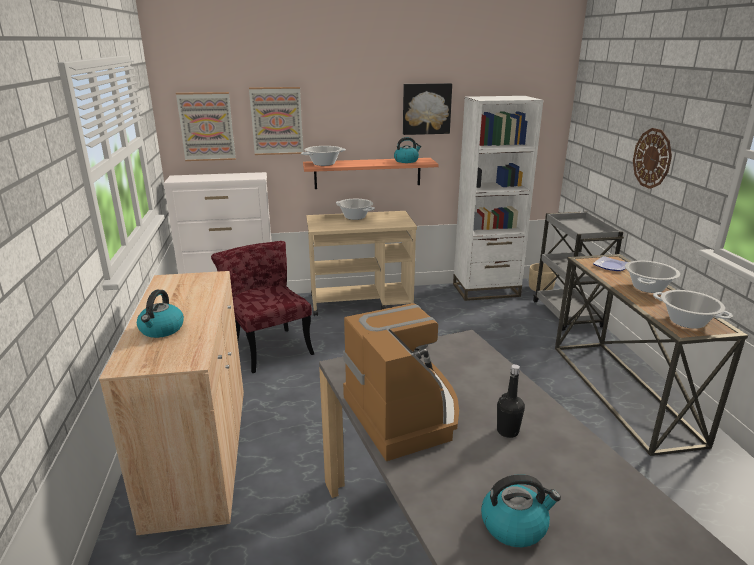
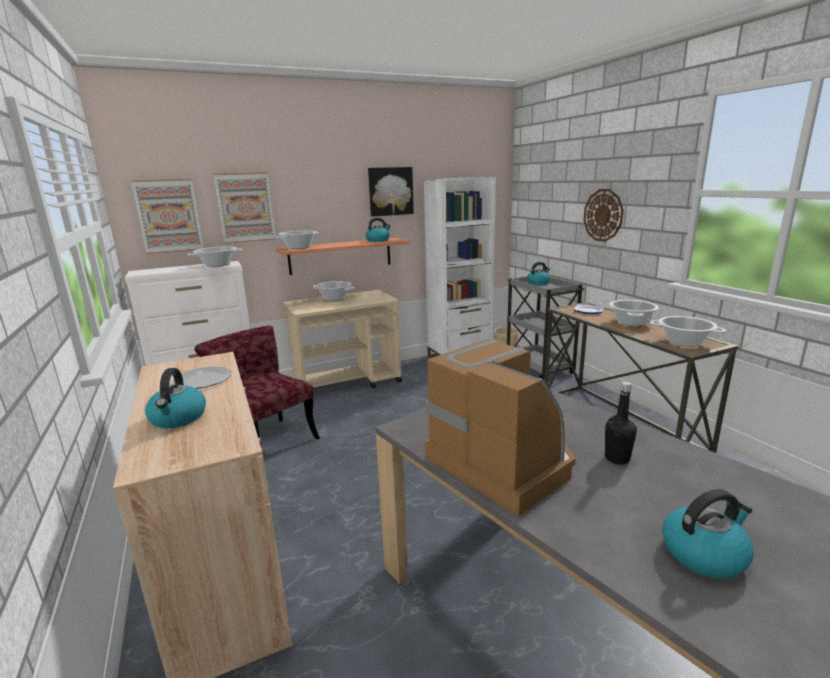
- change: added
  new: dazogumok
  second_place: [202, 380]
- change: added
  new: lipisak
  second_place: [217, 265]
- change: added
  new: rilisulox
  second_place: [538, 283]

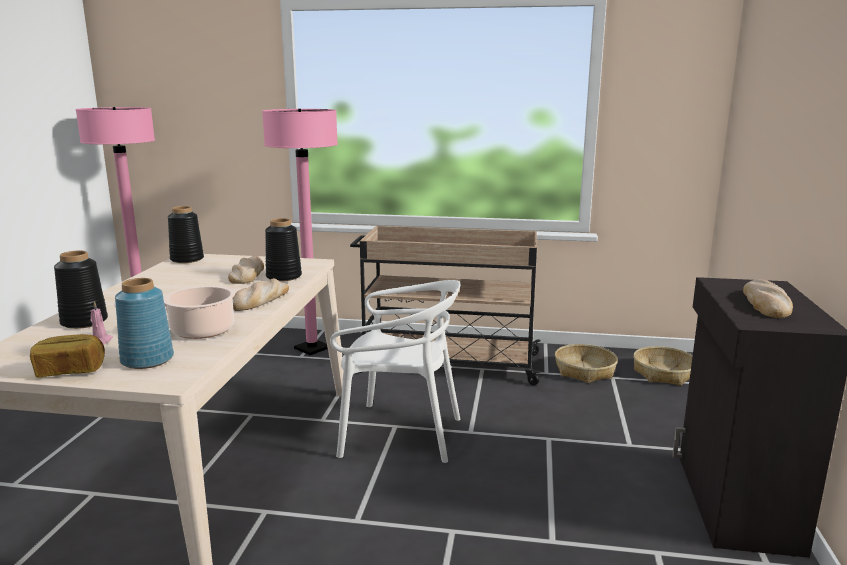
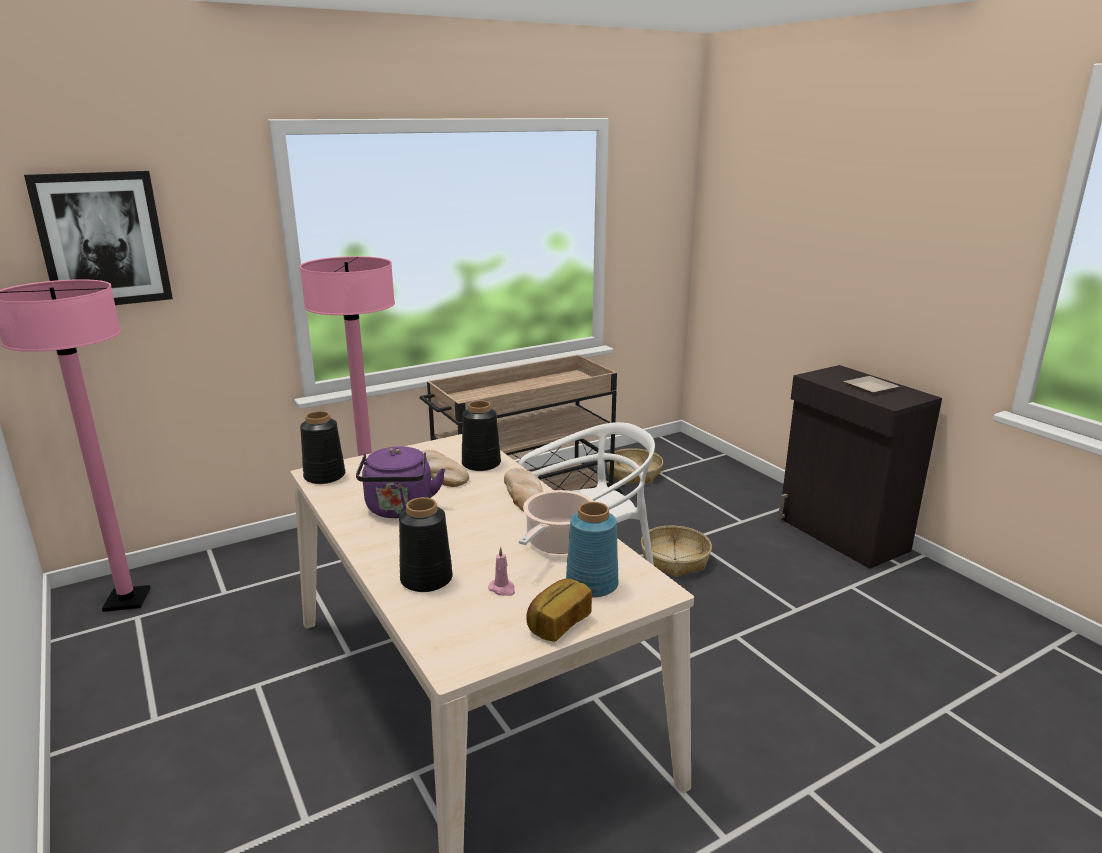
- change: added
  new: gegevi
  second_place: [102, 240]
- change: added
  new: purple rilisulox
  second_place: [399, 510]
- change: moved
  old: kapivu
  first_place: [664, 374]
  second_place: [675, 559]
- change: replaced
  old: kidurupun
  new: dazogumok
  first_place: [767, 304]
  second_place: [868, 387]

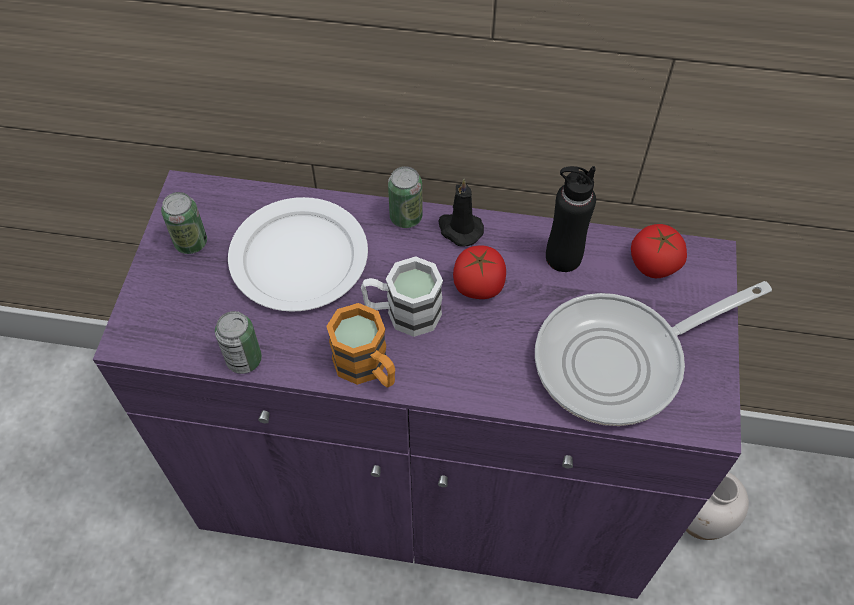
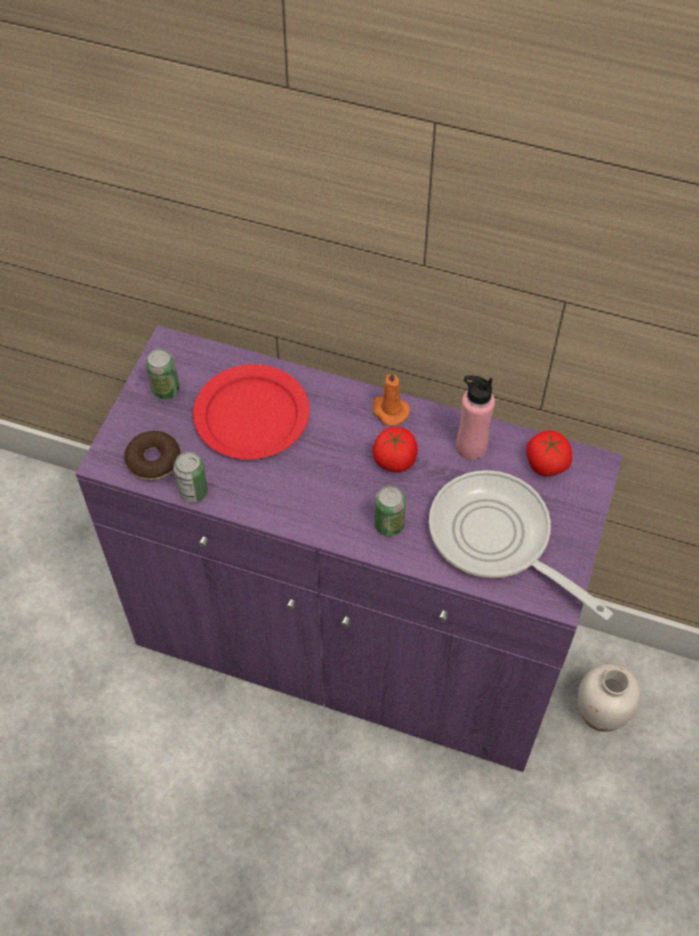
- change: removed
  old: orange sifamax
  first_place: [367, 368]
- change: removed
  old: white sifamax
  first_place: [402, 313]
- change: added
  new: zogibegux
  second_place: [154, 461]
- change: moved
  old: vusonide
  first_place: [406, 217]
  second_place: [389, 525]
- change: recoloured
  old: white dazogumok
  new: red dazogumok
  first_place: [299, 259]
  second_place: [251, 416]
- change: recoloured
  old: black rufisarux
  new: orange rufisarux
  first_place: [459, 229]
  second_place: [389, 410]
- change: recoloured
  old: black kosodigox
  new: pink kosodigox
  first_place: [563, 257]
  second_place: [471, 447]
- change: turned
  old: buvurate
  first_place: [620, 361]
  second_place: [497, 539]
  degrees: 60

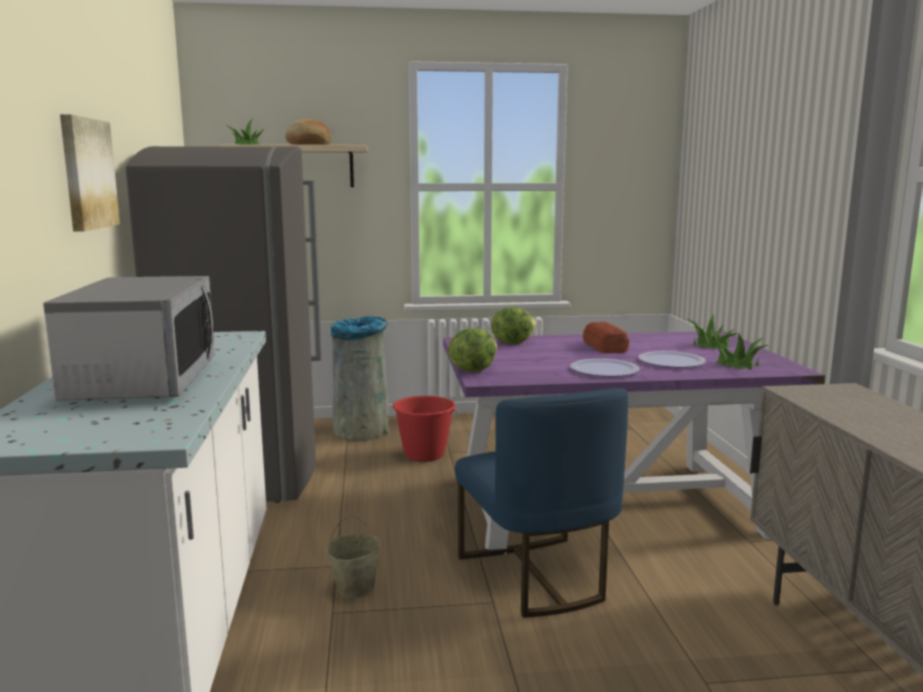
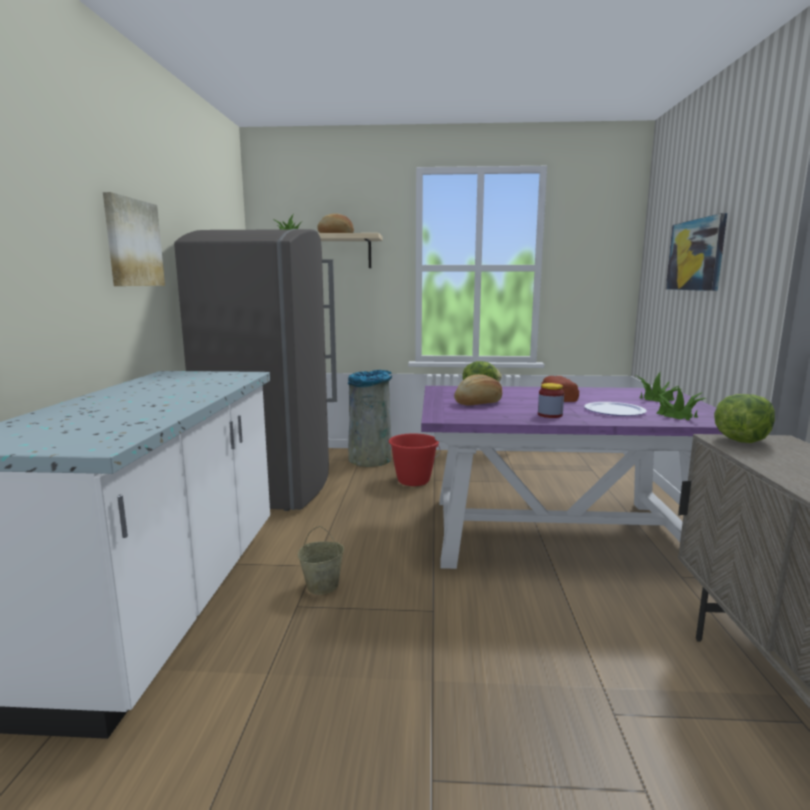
- change: removed
  old: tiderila
  first_place: [143, 381]
- change: removed
  old: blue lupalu
  first_place: [536, 577]
- change: added
  new: kidurupun
  second_place: [479, 403]
- change: added
  new: gegevi
  second_place: [696, 255]
- change: moved
  old: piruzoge
  first_place: [472, 370]
  second_place: [740, 440]
- change: replaced
  old: dazogumok
  new: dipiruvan
  first_place: [604, 370]
  second_place: [550, 415]

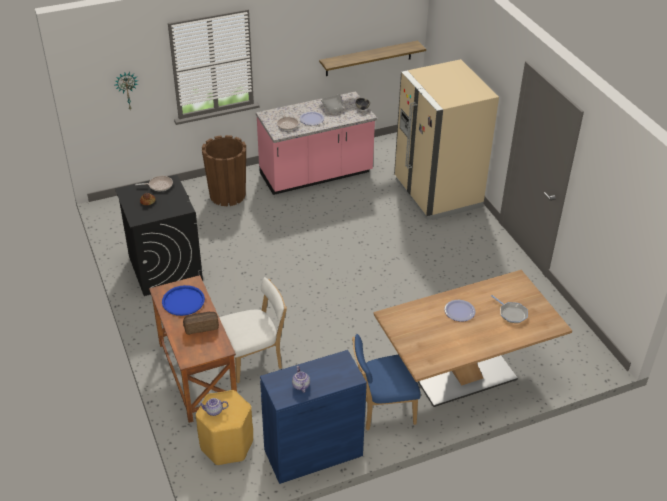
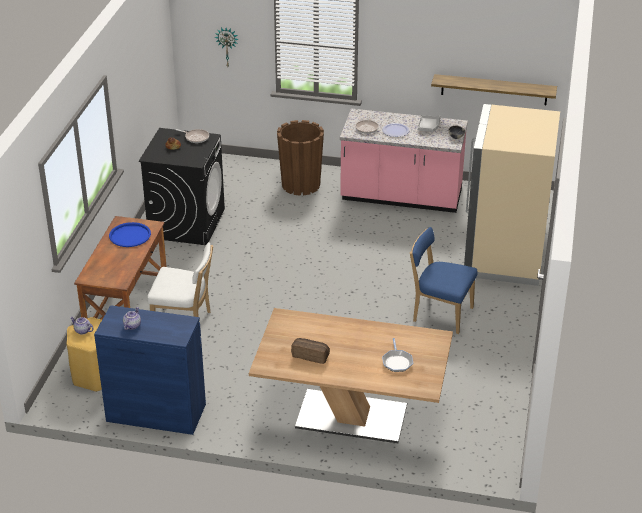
- change: removed
  old: dazogumok
  first_place: [459, 311]
- change: moved
  old: kidurupun
  first_place: [201, 326]
  second_place: [311, 355]
- change: moved
  old: blue lupalu
  first_place: [382, 409]
  second_place: [440, 314]

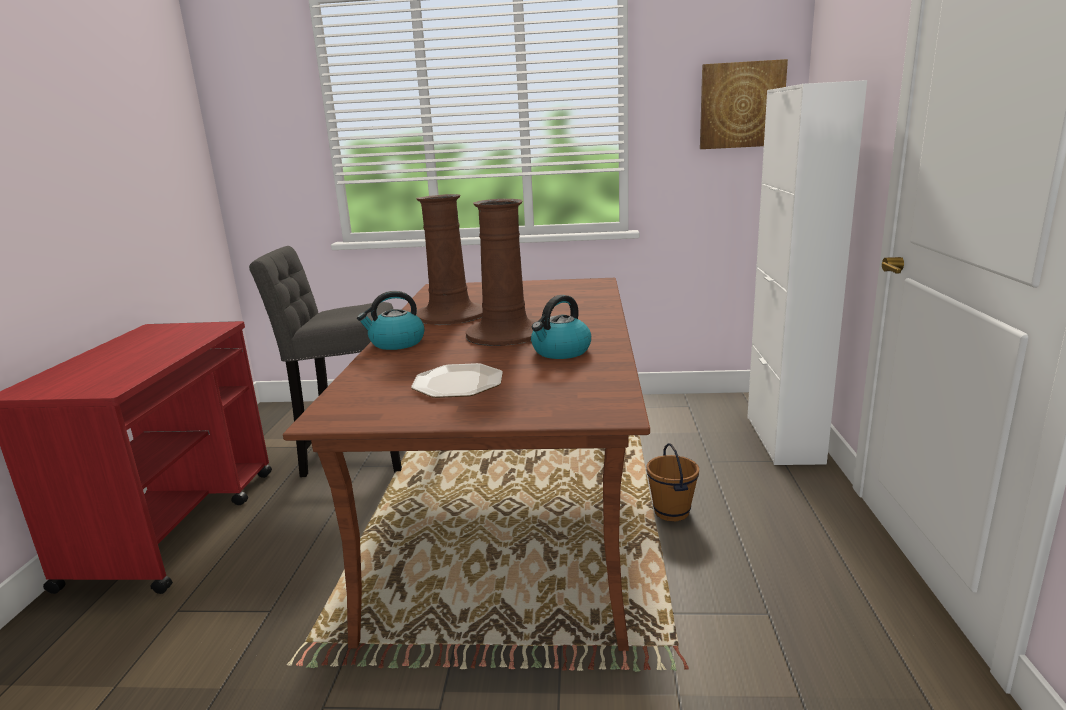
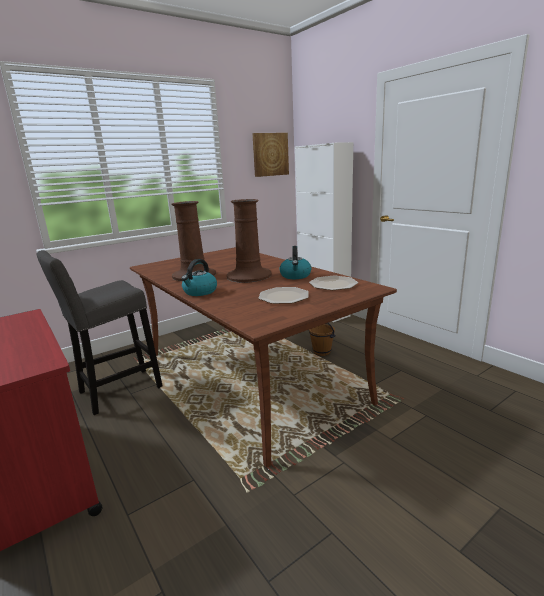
- change: added
  new: dazogumok
  second_place: [332, 284]

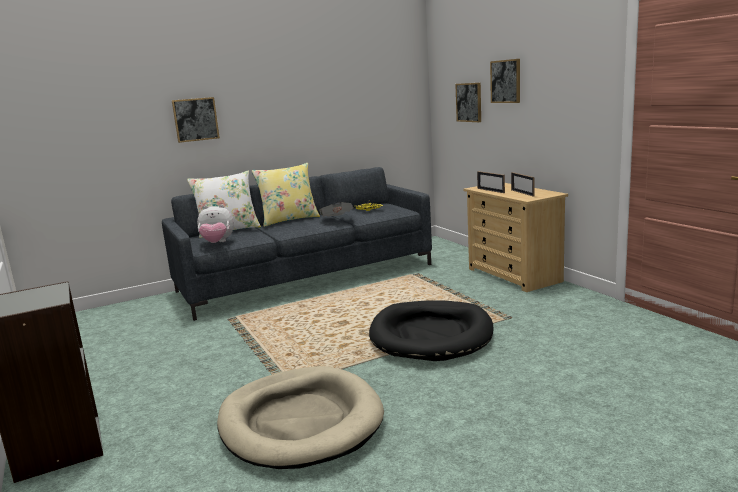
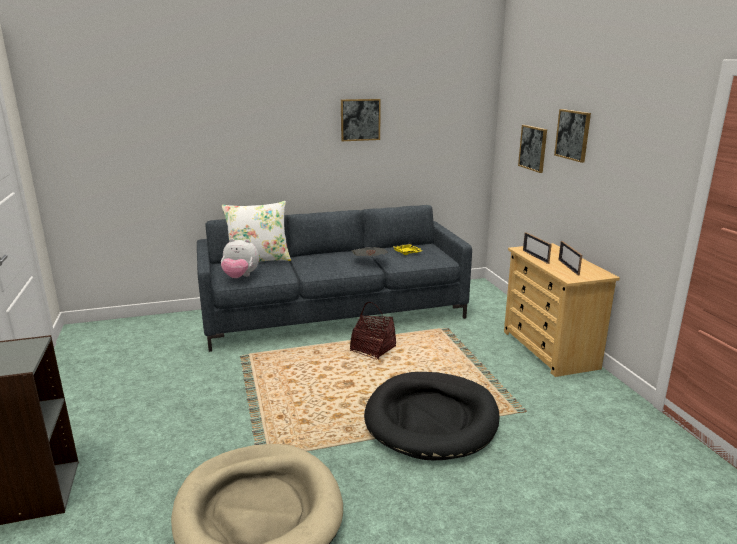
- change: removed
  old: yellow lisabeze
  first_place: [289, 220]
- change: added
  new: kapivu
  second_place: [373, 349]
- change: moved
  old: gegevi
  first_place: [195, 119]
  second_place: [360, 119]

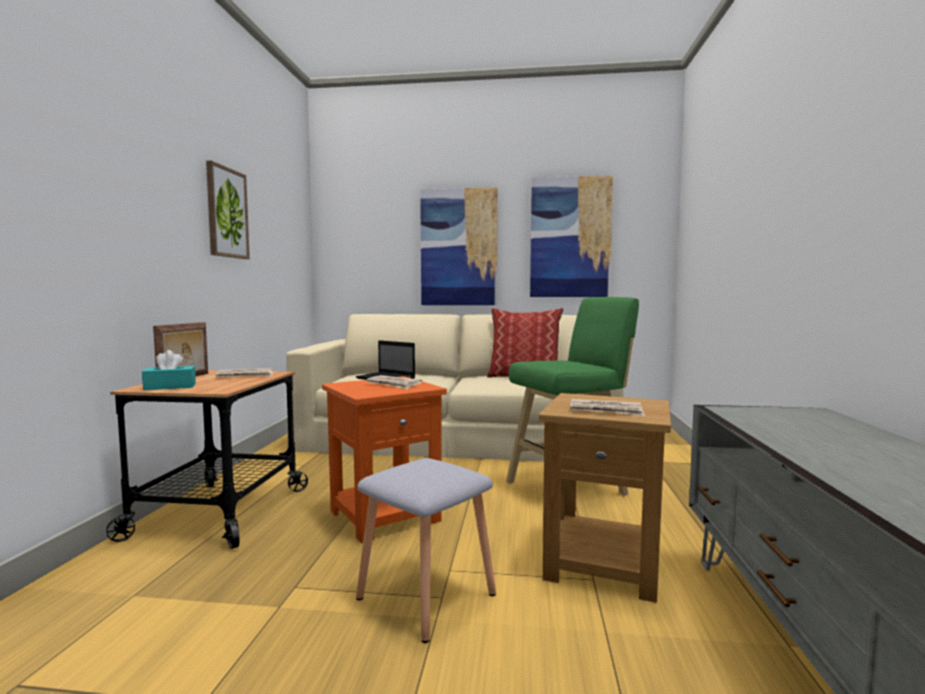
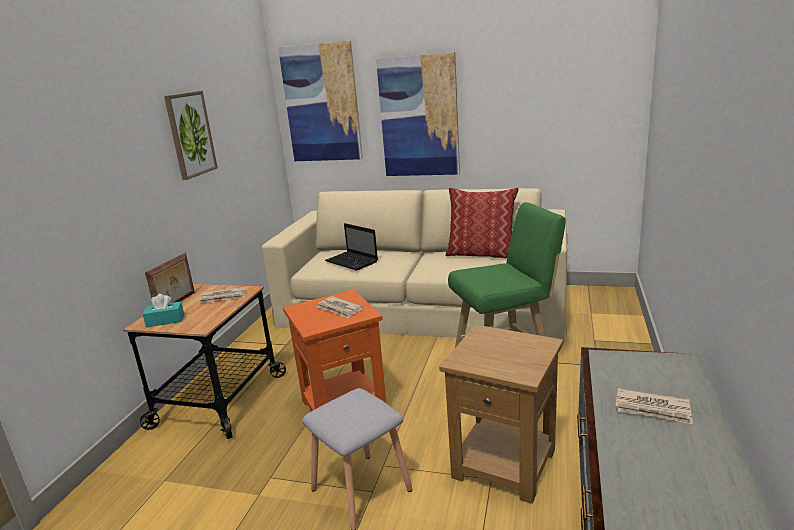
- change: moved
  old: gegevi
  first_place: [570, 237]
  second_place: [322, 103]
- change: moved
  old: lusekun
  first_place: [606, 411]
  second_place: [653, 409]

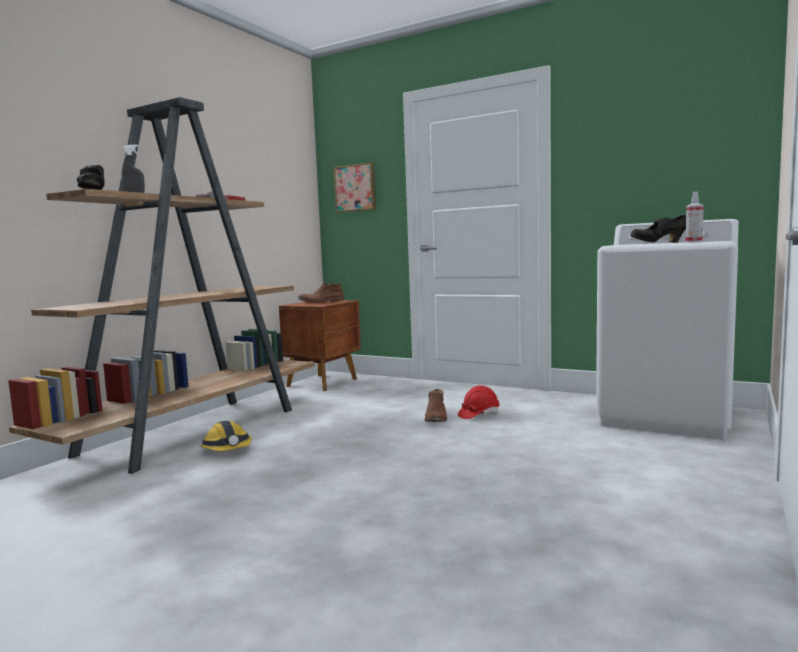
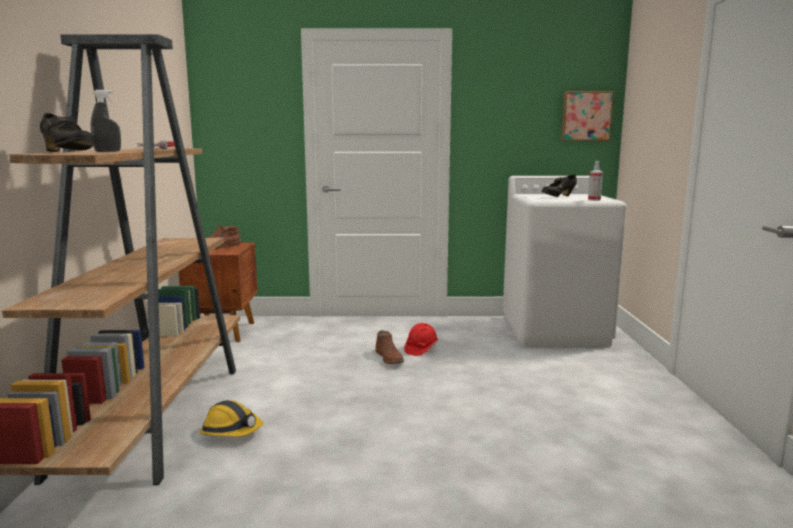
- change: moved
  old: gegevi
  first_place: [356, 188]
  second_place: [586, 116]

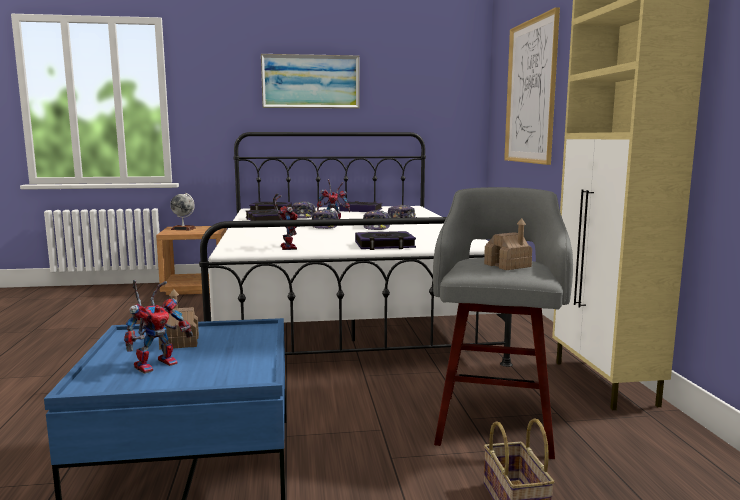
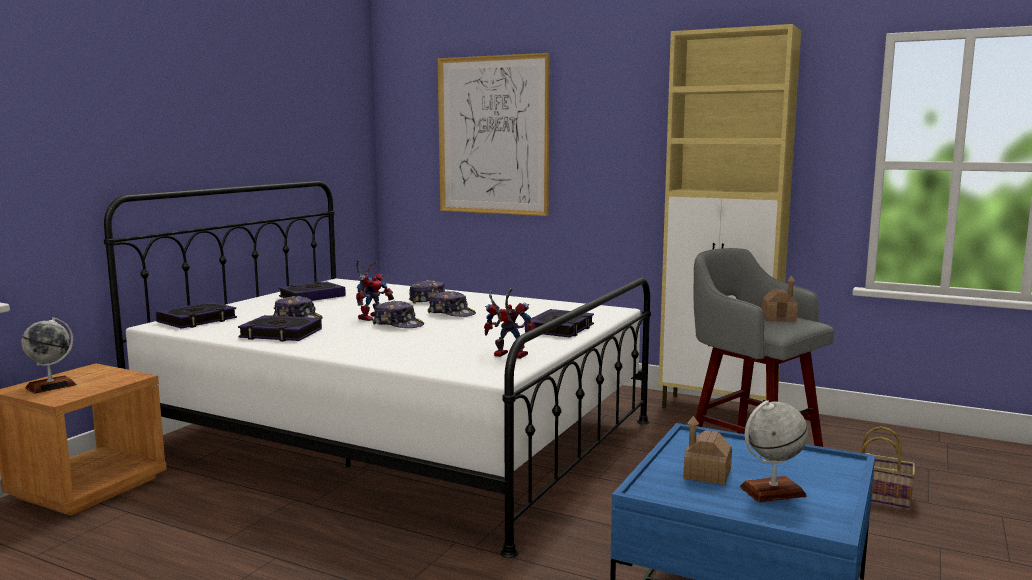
- change: removed
  old: gegevi
  first_place: [310, 81]
- change: replaced
  old: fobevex
  new: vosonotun
  first_place: [157, 364]
  second_place: [772, 491]

